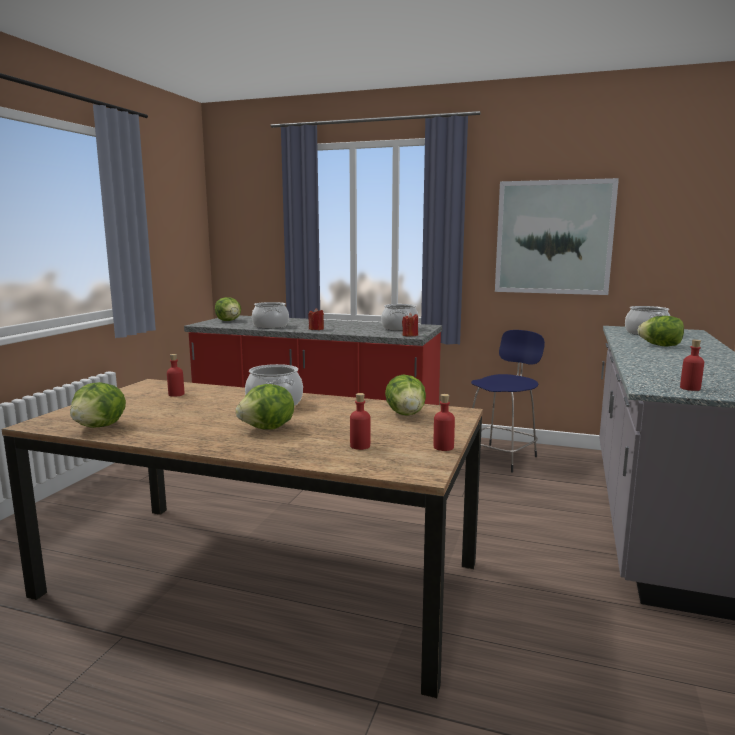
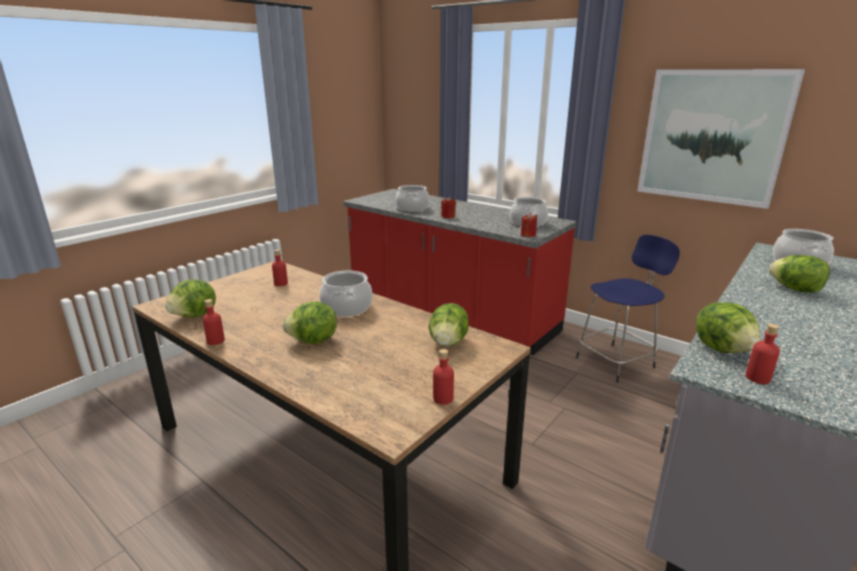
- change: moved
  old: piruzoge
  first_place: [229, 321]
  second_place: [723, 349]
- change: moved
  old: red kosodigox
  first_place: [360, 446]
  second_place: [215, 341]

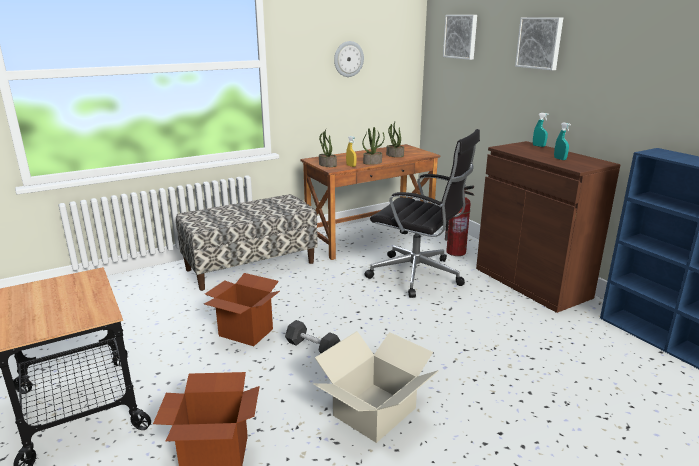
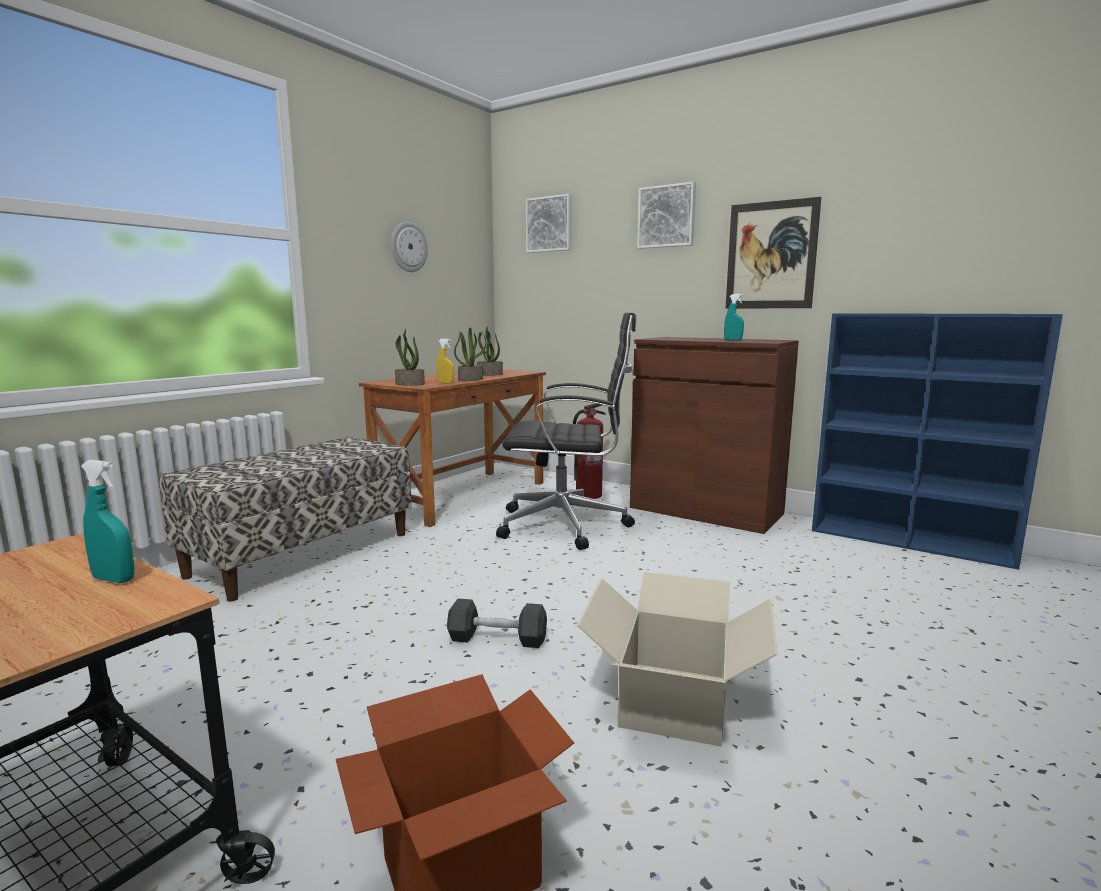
- change: removed
  old: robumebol
  first_place: [245, 332]
- change: added
  new: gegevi
  second_place: [771, 255]
- change: moved
  old: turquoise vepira
  first_place: [538, 146]
  second_place: [114, 579]

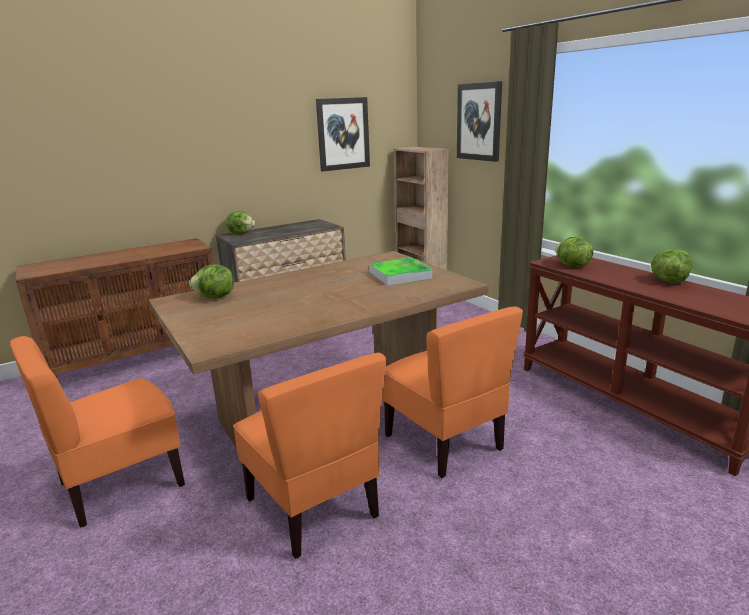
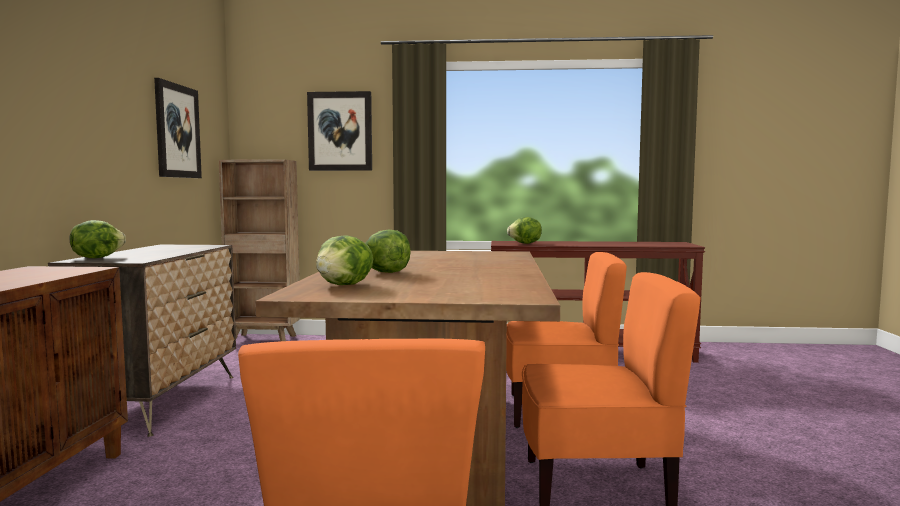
- change: removed
  old: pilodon
  first_place: [400, 275]
- change: moved
  old: piruzoge
  first_place: [669, 281]
  second_place: [386, 272]

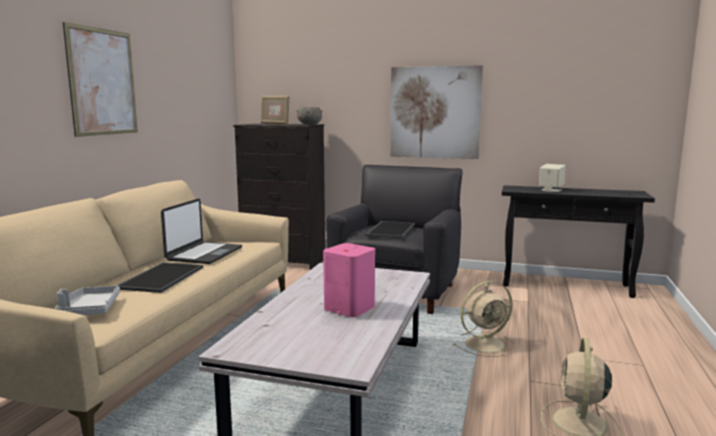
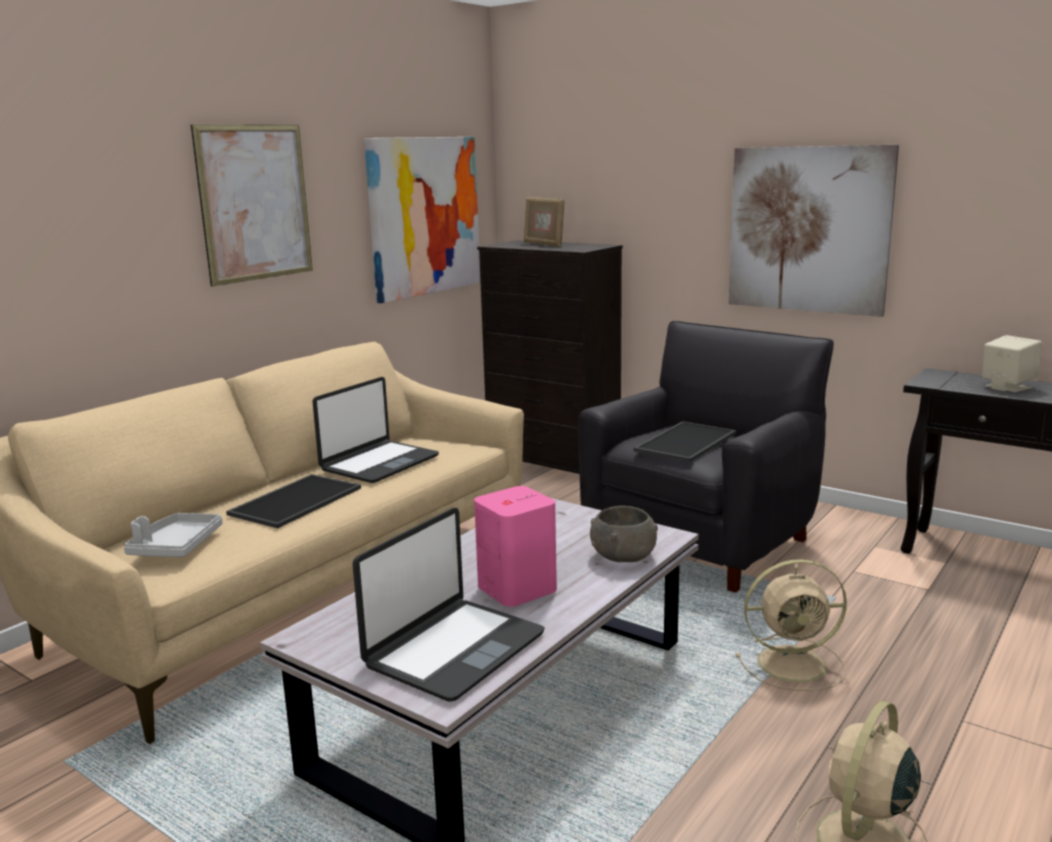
- change: added
  new: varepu
  second_place: [453, 649]
- change: added
  new: gegevi
  second_place: [424, 216]
- change: moved
  old: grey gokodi
  first_place: [309, 124]
  second_place: [623, 556]

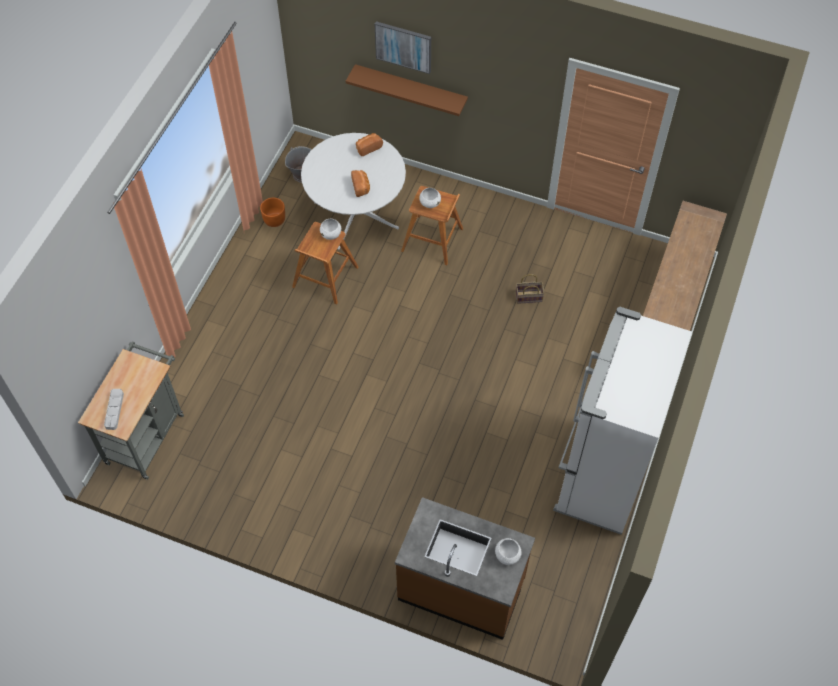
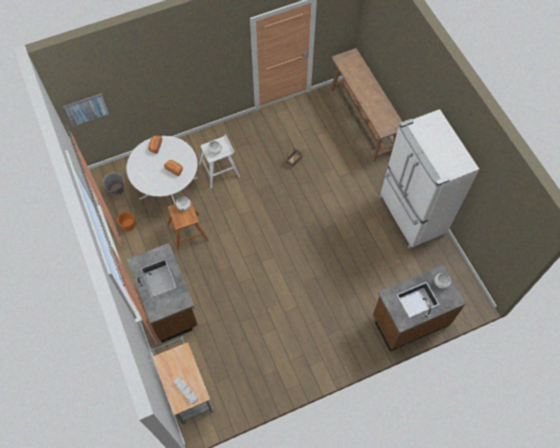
- change: removed
  old: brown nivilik
  first_place: [410, 88]
- change: added
  new: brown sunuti
  second_place: [169, 305]
- change: moved
  old: gegevi
  first_place: [403, 46]
  second_place: [86, 109]
- change: recoloured
  old: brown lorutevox
  new: white lorutevox
  first_place: [433, 240]
  second_place: [220, 170]

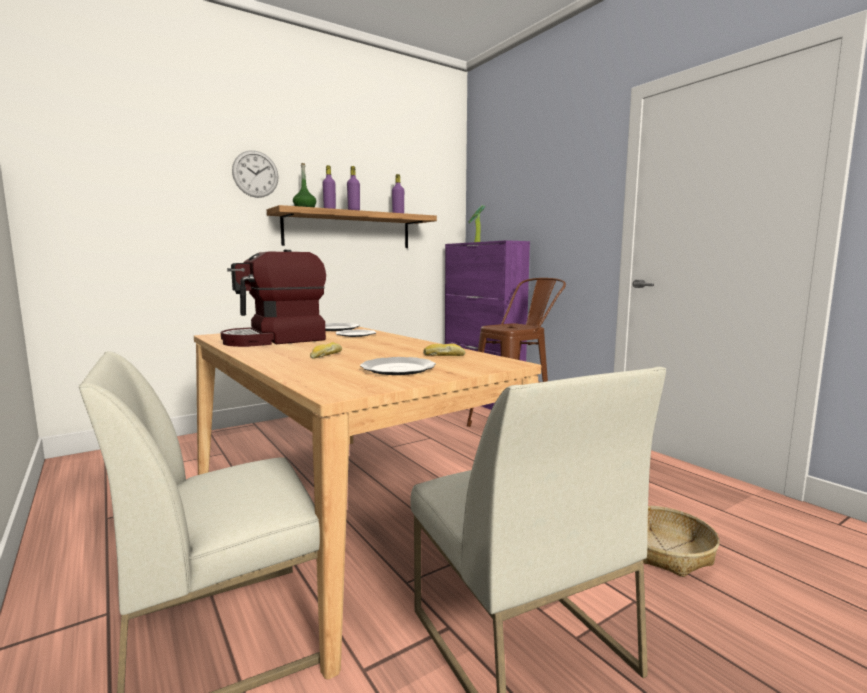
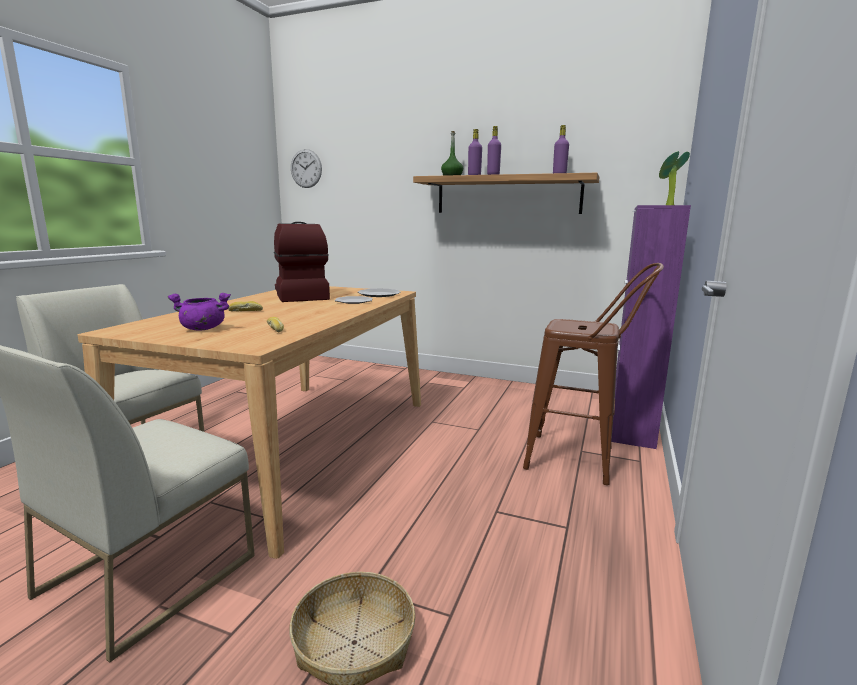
- change: moved
  old: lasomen
  first_place: [255, 174]
  second_place: [306, 168]
- change: replaced
  old: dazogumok
  new: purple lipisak
  first_place: [398, 369]
  second_place: [202, 329]
- change: turned
  old: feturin
  first_place: [276, 340]
  second_place: [300, 295]
  degrees: 45

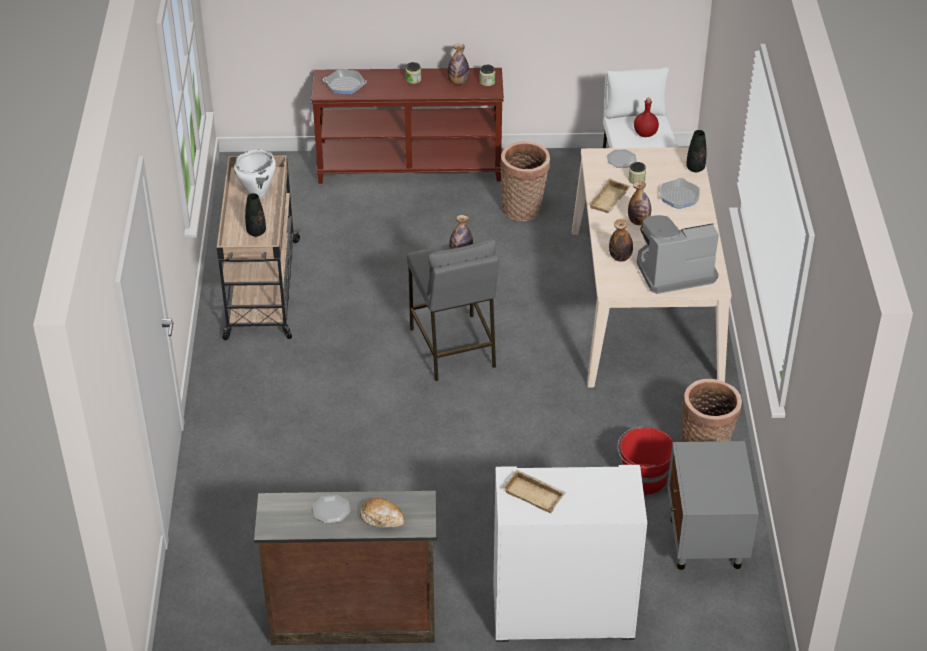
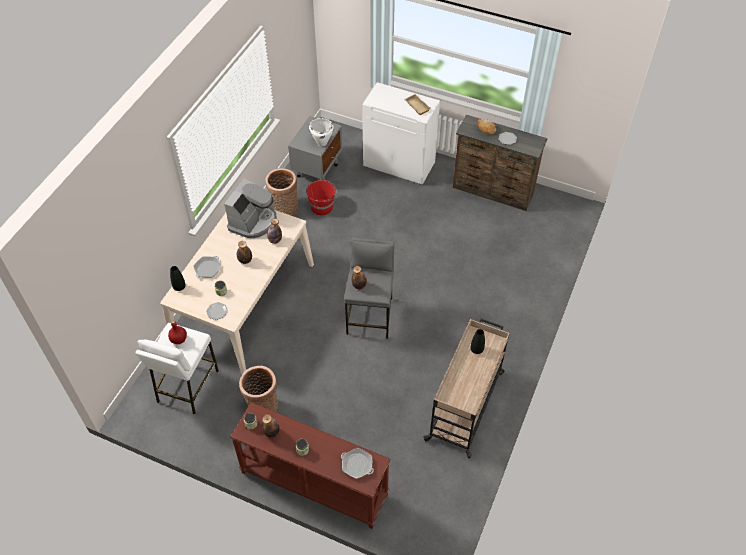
- change: removed
  old: beige pilodon
  first_place: [610, 200]
- change: moved
  old: white lipisak
  first_place: [258, 195]
  second_place: [322, 143]
- change: turned
  old: feturin
  first_place: [673, 270]
  second_place: [253, 222]
  degrees: -75

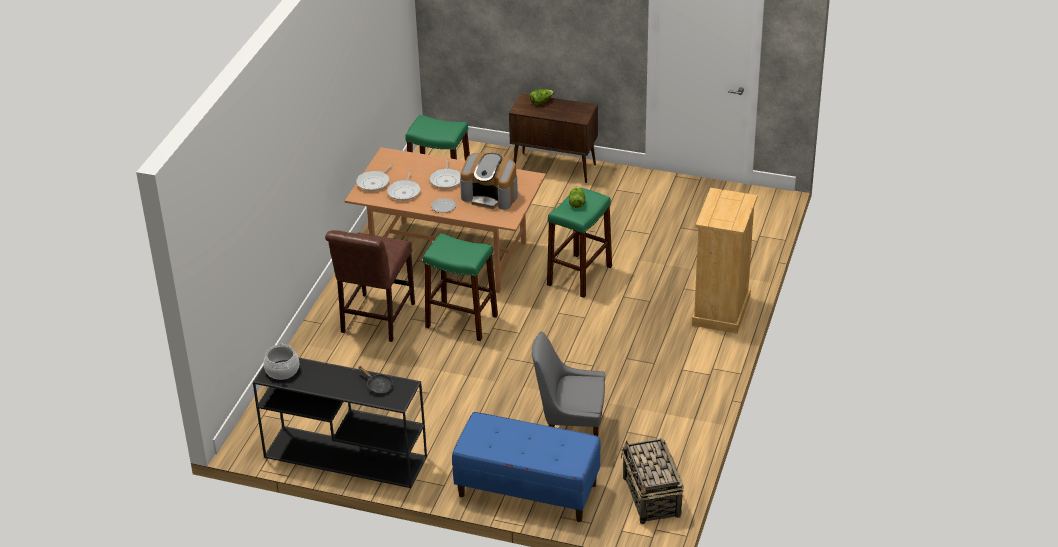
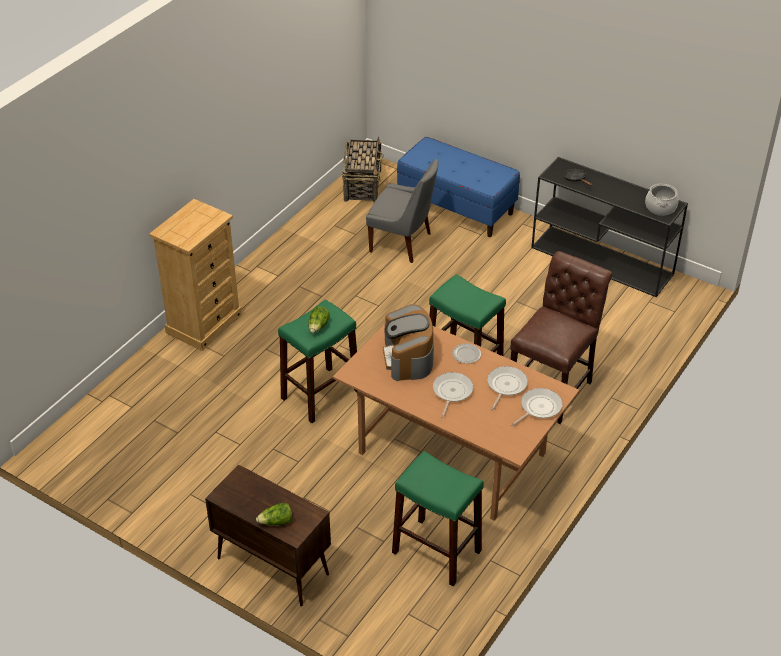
- change: turned
  old: feturin
  first_place: [490, 196]
  second_place: [408, 358]
  degrees: -135

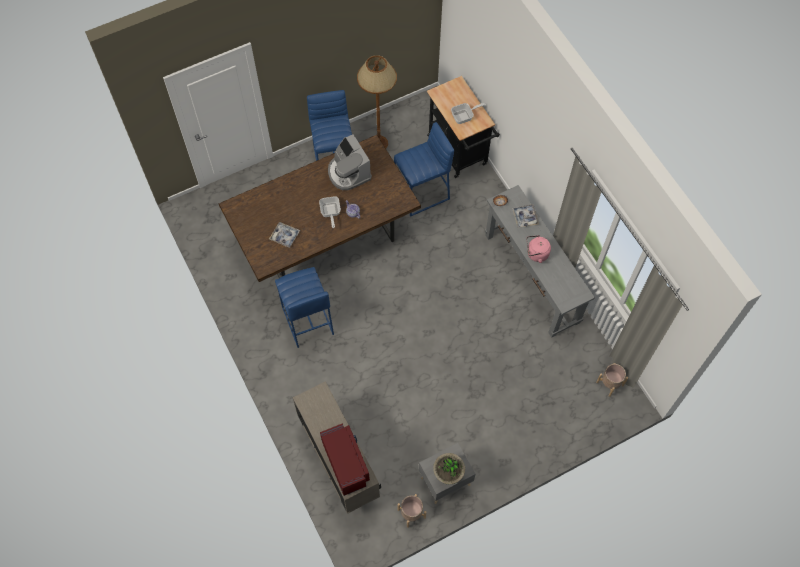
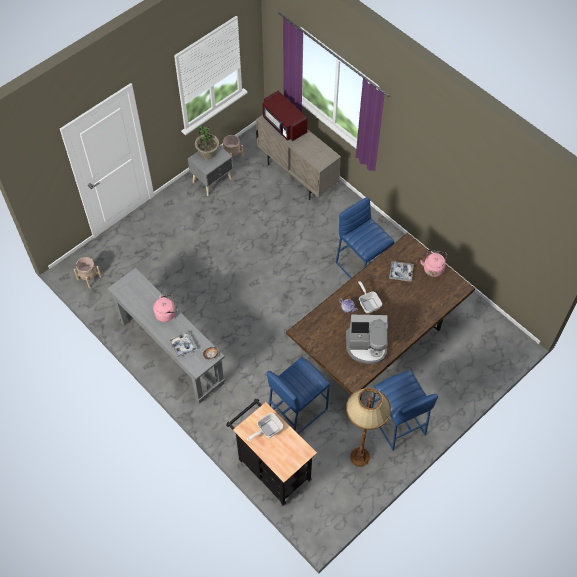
- change: added
  new: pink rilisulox
  second_place: [433, 268]
- change: turned
  old: feturin
  first_place: [348, 173]
  second_place: [366, 346]
  degrees: 135

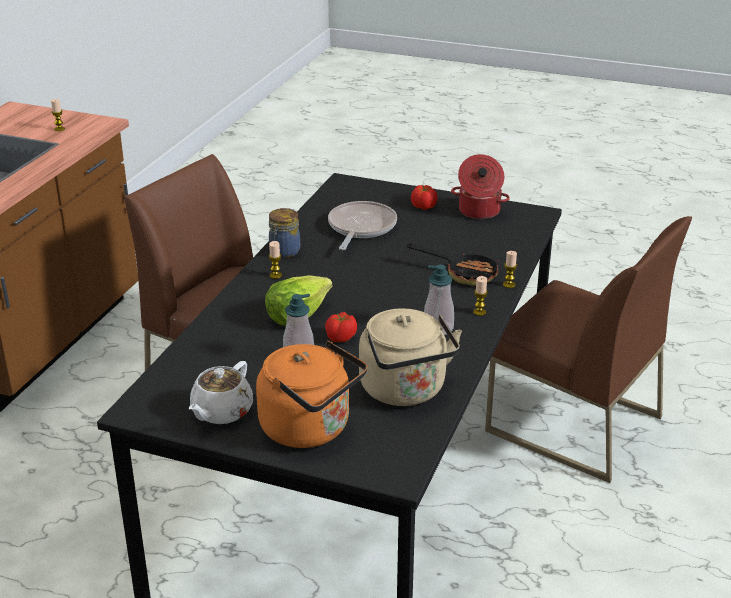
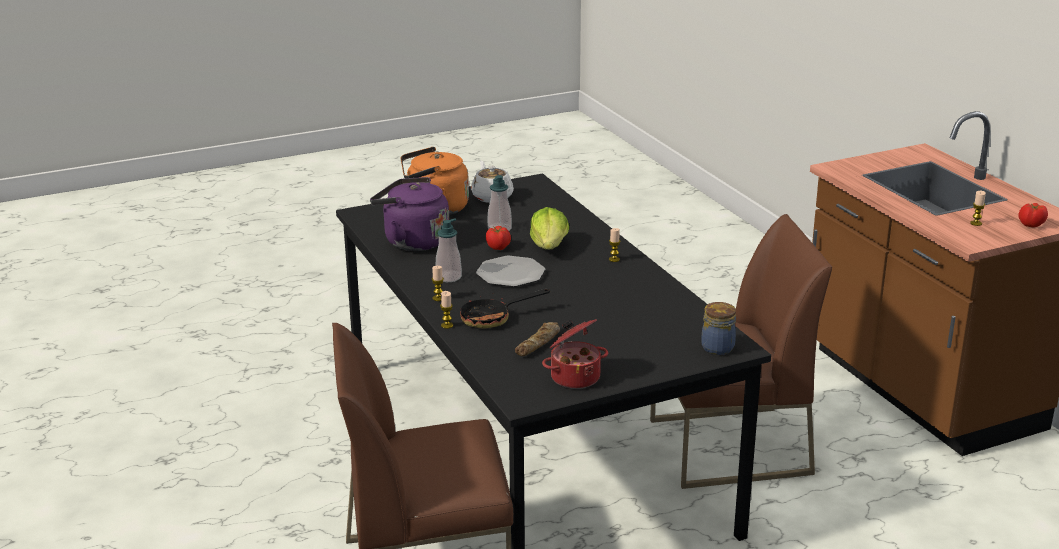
- change: removed
  old: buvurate
  first_place: [360, 228]
- change: added
  new: dazogumok
  second_place: [511, 273]
- change: added
  new: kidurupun
  second_place: [539, 343]
- change: moved
  old: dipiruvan
  first_place: [283, 252]
  second_place: [717, 347]
- change: moved
  old: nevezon
  first_place: [423, 207]
  second_place: [1031, 225]
- change: recoloured
  old: beige rilisulox
  new: purple rilisulox
  first_place: [405, 391]
  second_place: [412, 241]

